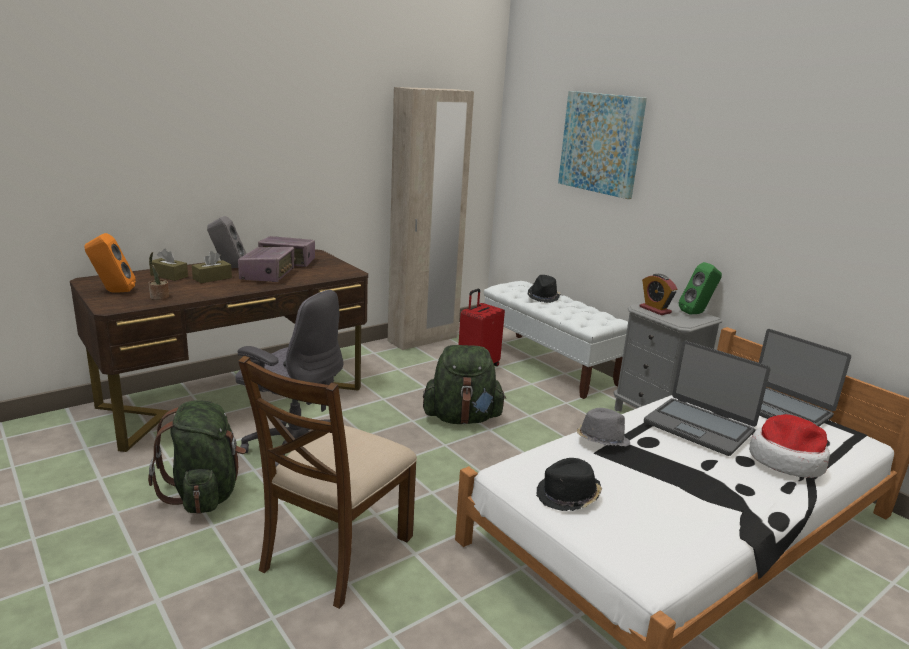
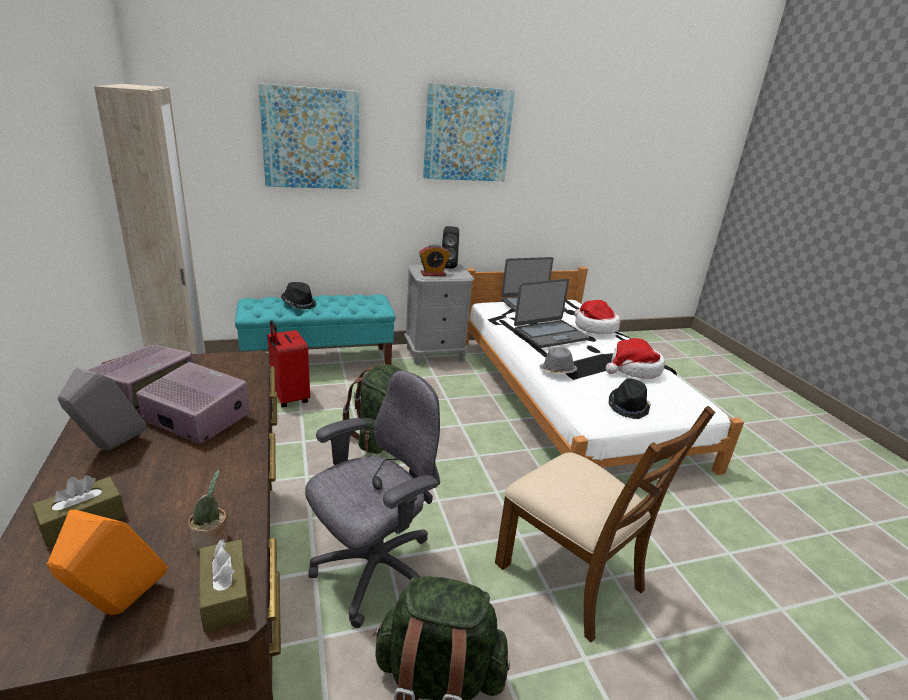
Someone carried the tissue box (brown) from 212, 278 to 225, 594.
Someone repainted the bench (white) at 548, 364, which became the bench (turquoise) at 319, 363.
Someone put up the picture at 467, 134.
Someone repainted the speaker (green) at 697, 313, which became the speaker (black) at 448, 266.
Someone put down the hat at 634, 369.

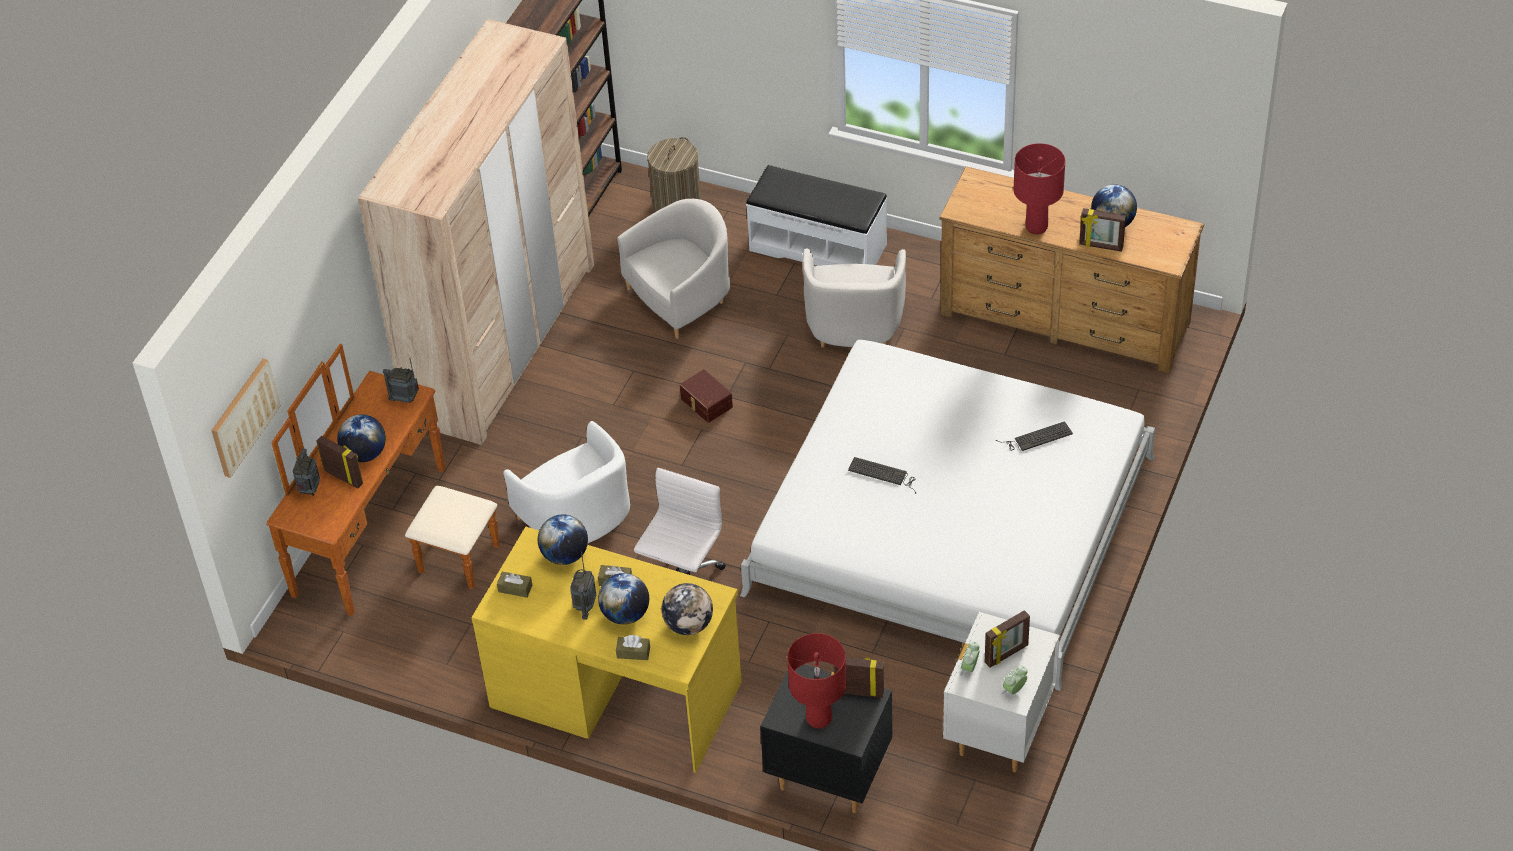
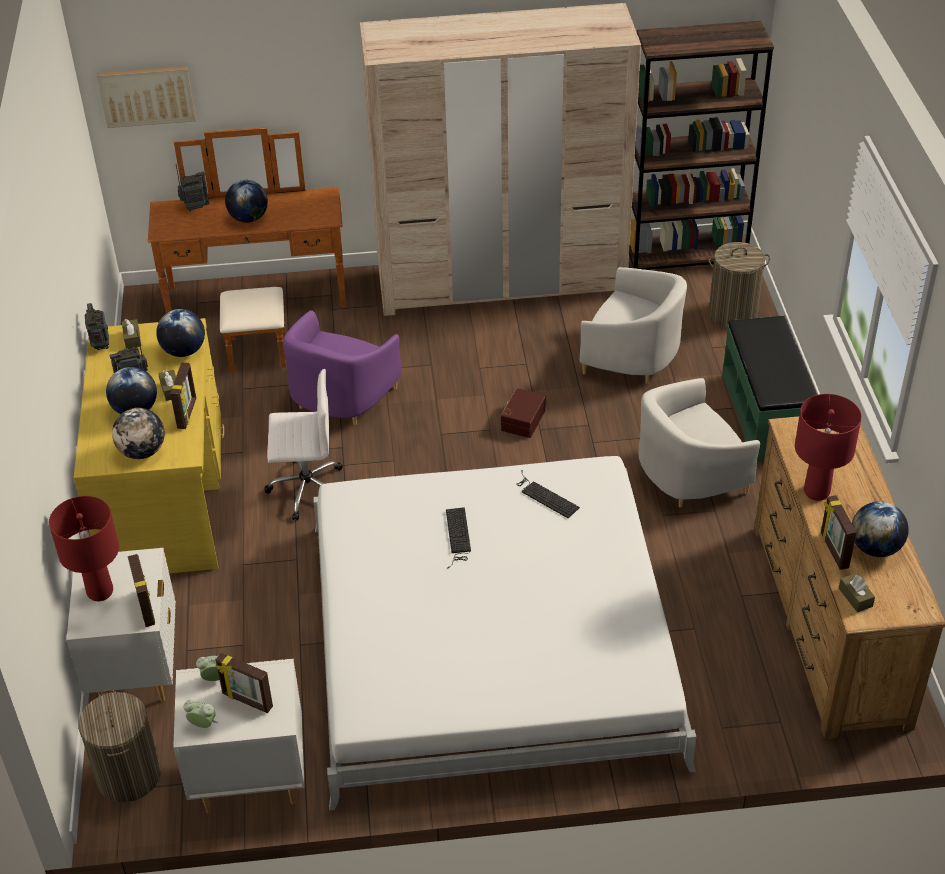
Someone repainted the nightstand (black) at 829, 777, which became the nightstand (white) at 137, 671.
Someone put down the laundry basket at 128, 775.
Someone carried the radio from 405, 399 to 101, 345.
Someone carried the picture frame from 344, 477 to 187, 413.
Someone repainted the armchair (white) at 578, 518, which became the armchair (purple) at 341, 398.
Someone carried the keyboard from 1036, 438 to 545, 496.
Someone repainted the bench (white) at 818, 247, which became the bench (green) at 766, 415.
Someone carried the tissue box (brown) from 633, 652 to 855, 597.

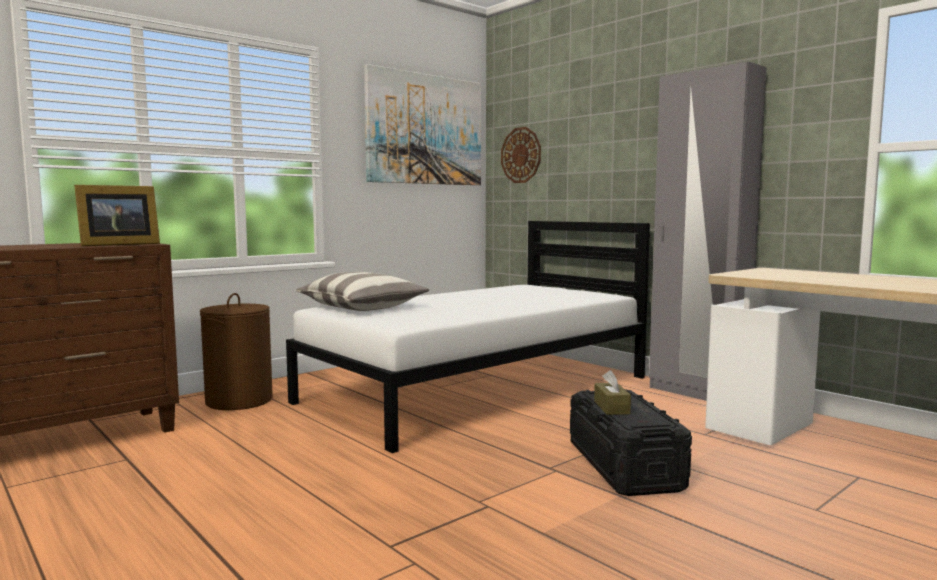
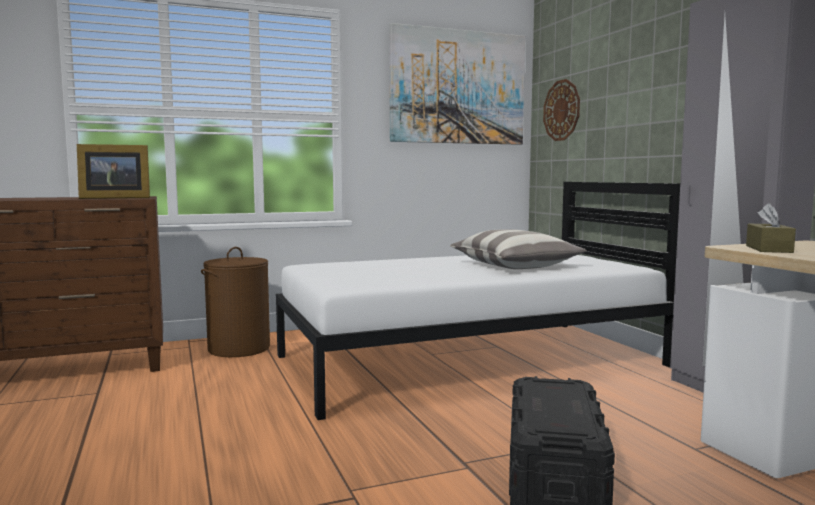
Someone carried the pillow from 362, 308 to 514, 266.
Someone carried the tissue box (brown) from 611, 407 to 768, 249.

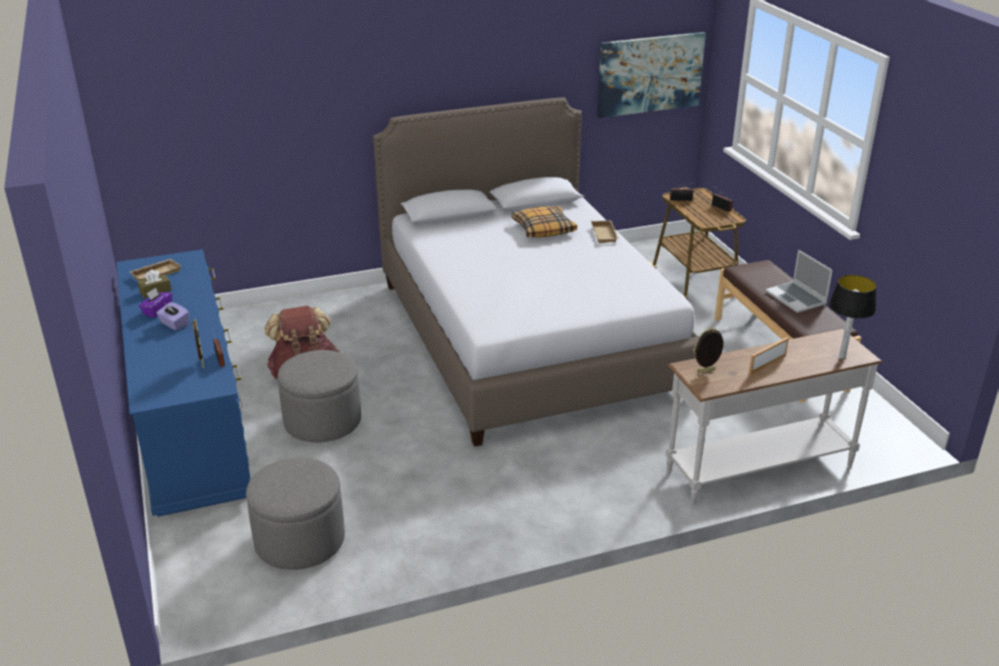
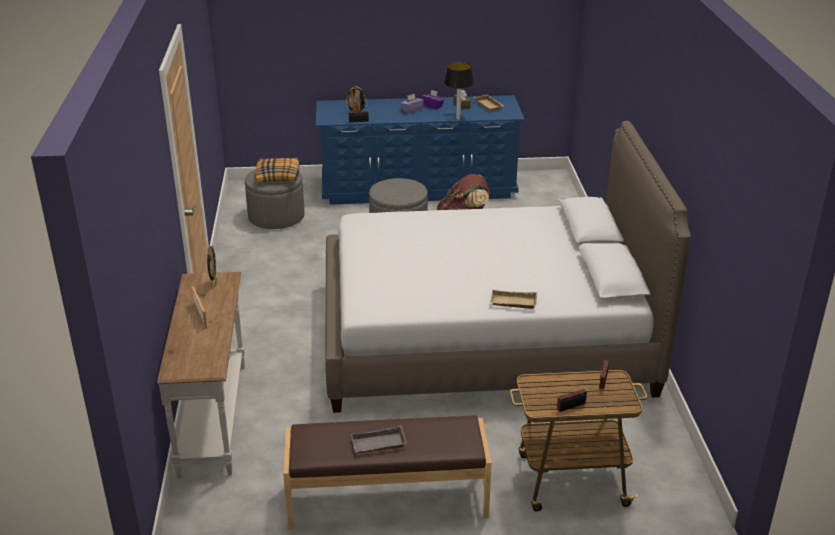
Someone carried the pillow from 543, 229 to 278, 176.
Someone swapped the laptop at 796, 298 for the tray (grey) at 378, 445.
Someone carried the table lamp from 842, 357 to 458, 118.
Someone took away the picture at 650, 74.

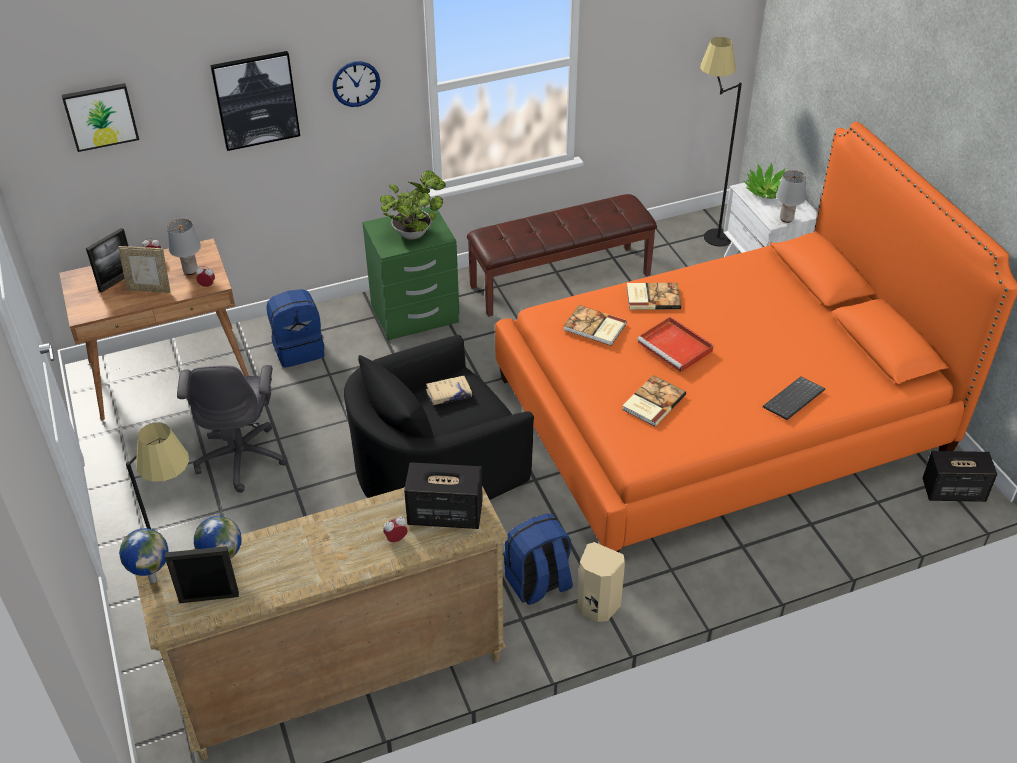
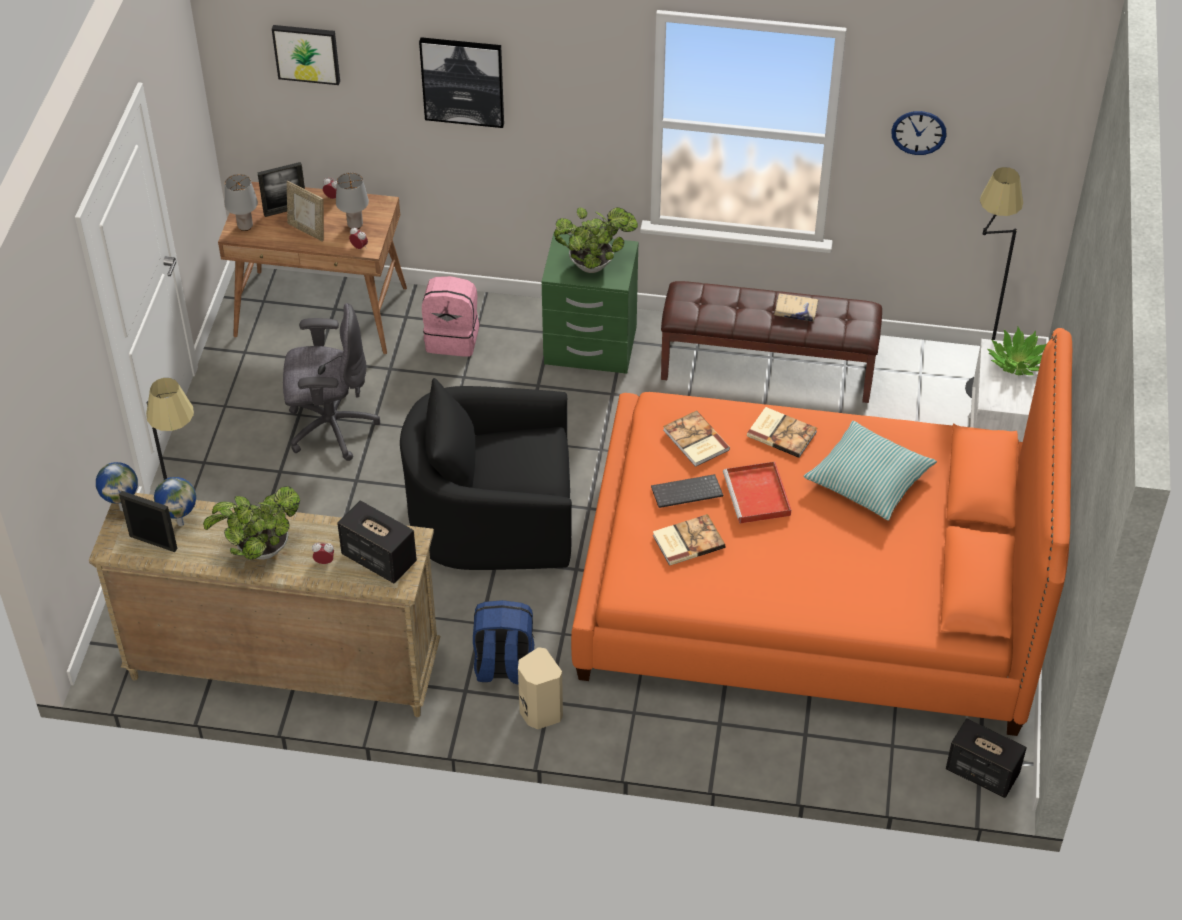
Someone put down the potted plant at 260, 550.
Someone carried the table lamp (grey) from 786, 219 to 245, 226.
Someone rotated the office chair (grey) at 242, 457 by 120 degrees counterclockwise.
Someone repainted the backpack (blue) at 299, 349, which became the backpack (pink) at 453, 338.
Someone carried the keyboard from 794, 400 to 686, 493.
Someone carried the book (beige) from 449, 394 to 795, 311.
Someone put down the pillow at 868, 479.
Someone carried the wall clock from 356, 83 to 918, 132.

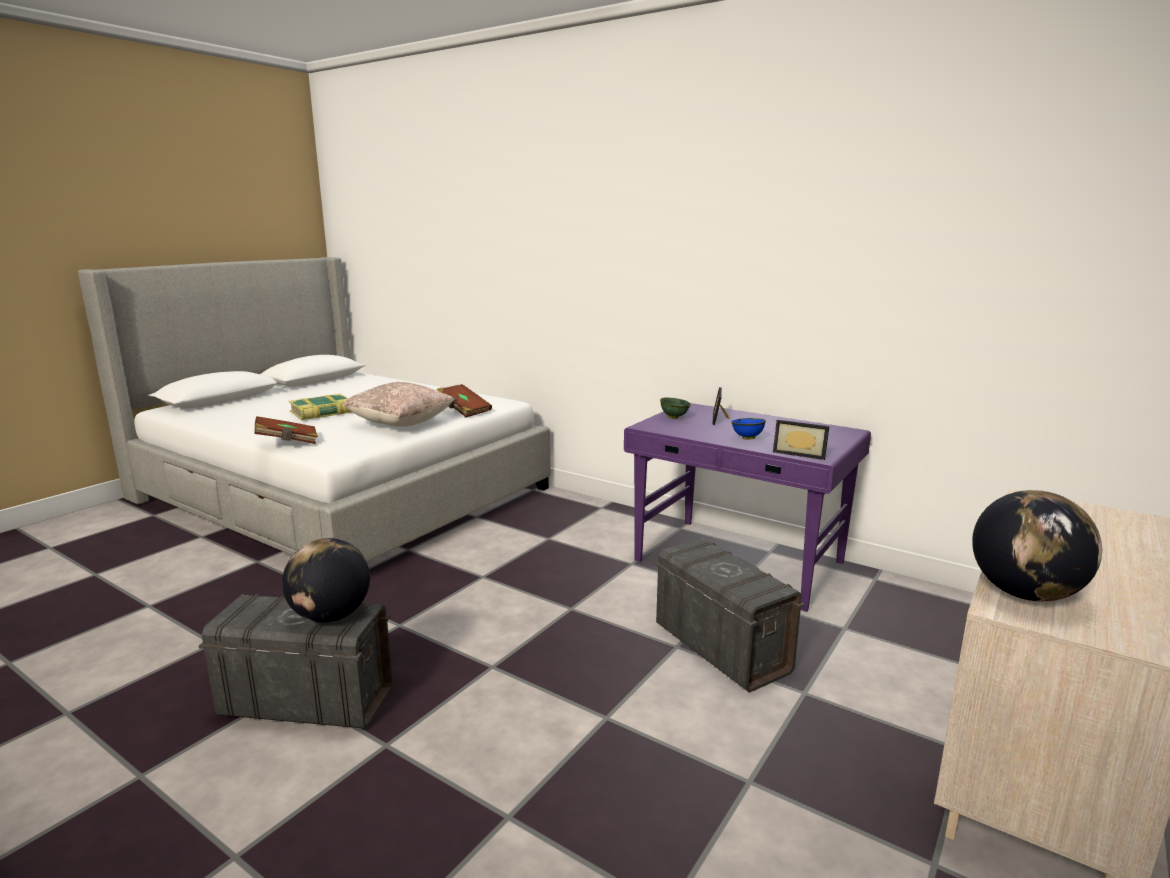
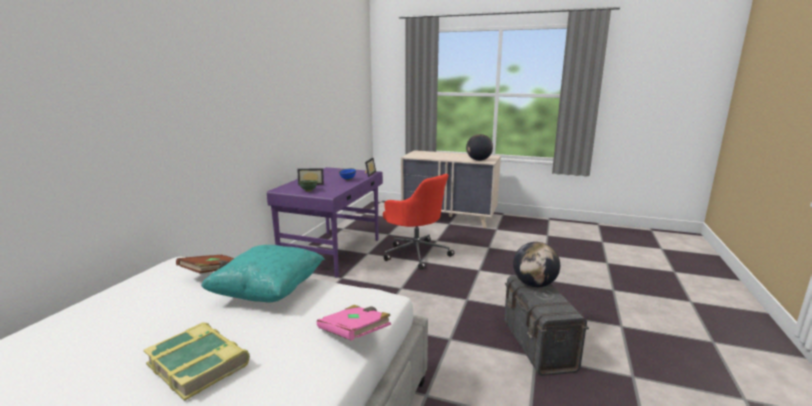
Someone repainted the pillow (beige) at 401, 424, which became the pillow (turquoise) at 268, 293.
Someone repainted the book (brown) at 287, 442, which became the book (pink) at 354, 334.
Someone swapped the storage box (grey) at 721, 647 for the office chair (red) at 416, 253.

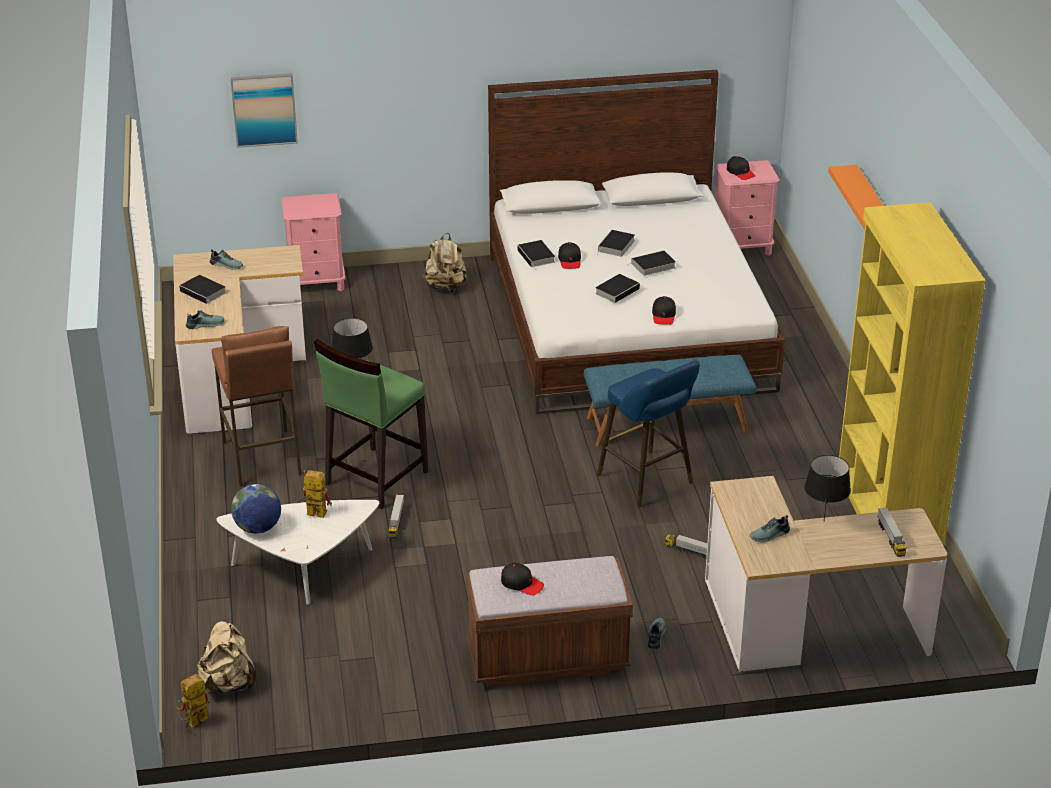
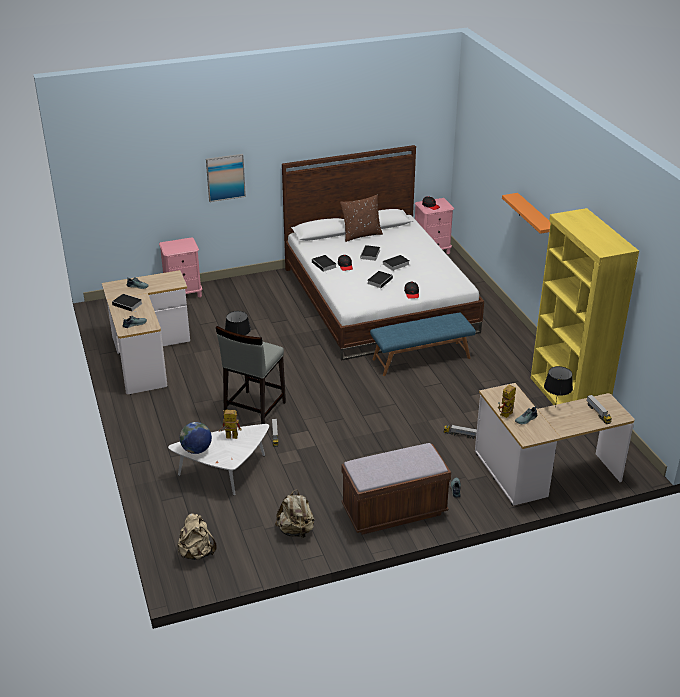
Someone carried the picture from 264, 109 to 225, 177.
Someone repainted the stool (green) at 375, 478, which became the stool (grey) at 254, 410.
Someone carried the backpack (beige) from 446, 287 to 296, 530.
Someone put down the pillow (brown) at 361, 235.
Someone carried the toy robot from 194, 723 to 505, 415.
Someone took away the stool (brown) at 262, 458.
Someone took away the cap (black) at 521, 584.
Someone took away the stool (blue) at 648, 481.

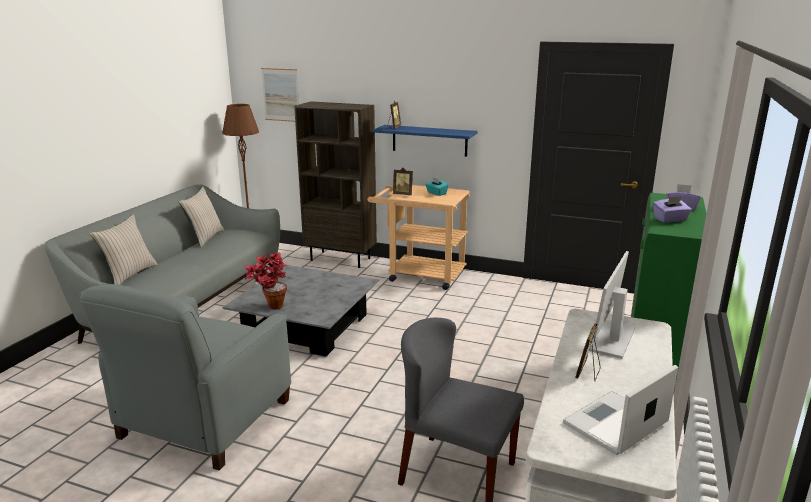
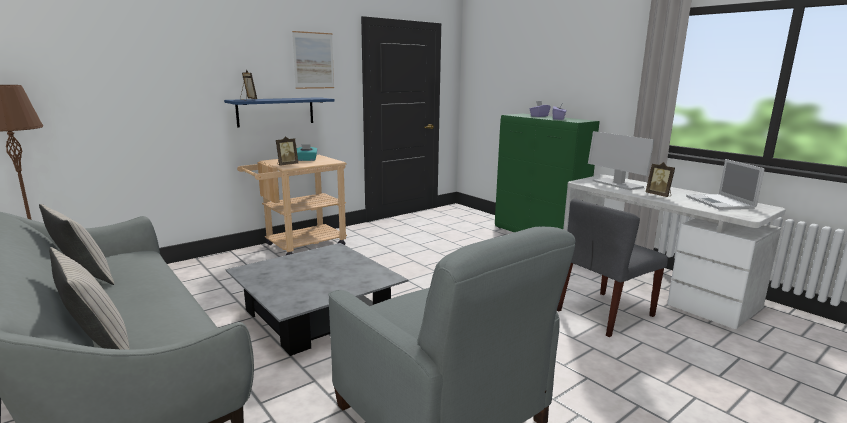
Someone carried the picture from 281, 95 to 313, 60.
Someone took away the potted plant at 270, 307.
Someone took away the bookcase (brown) at 341, 259.

